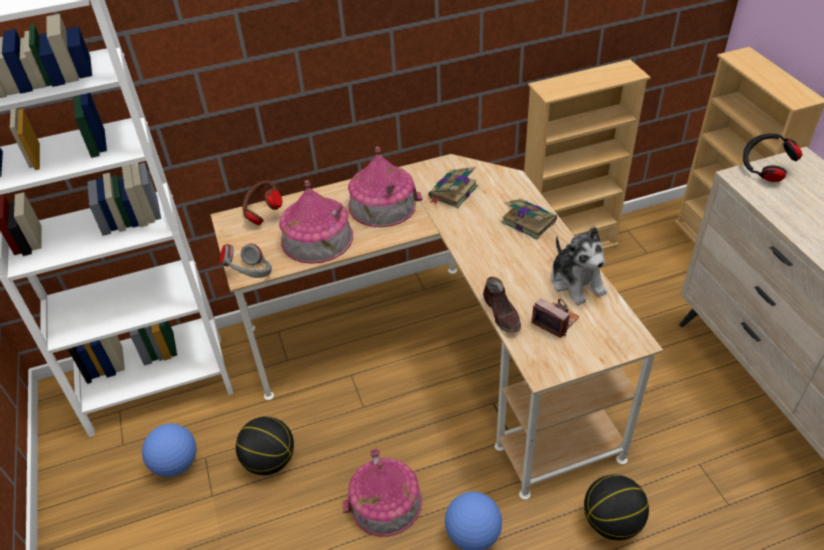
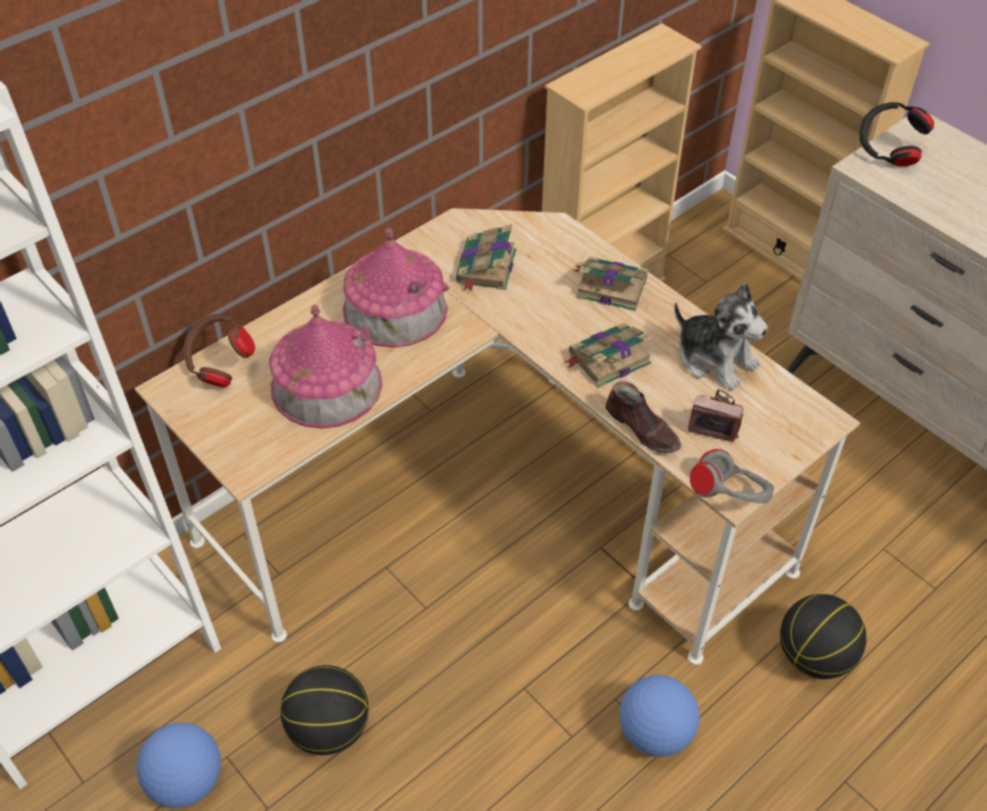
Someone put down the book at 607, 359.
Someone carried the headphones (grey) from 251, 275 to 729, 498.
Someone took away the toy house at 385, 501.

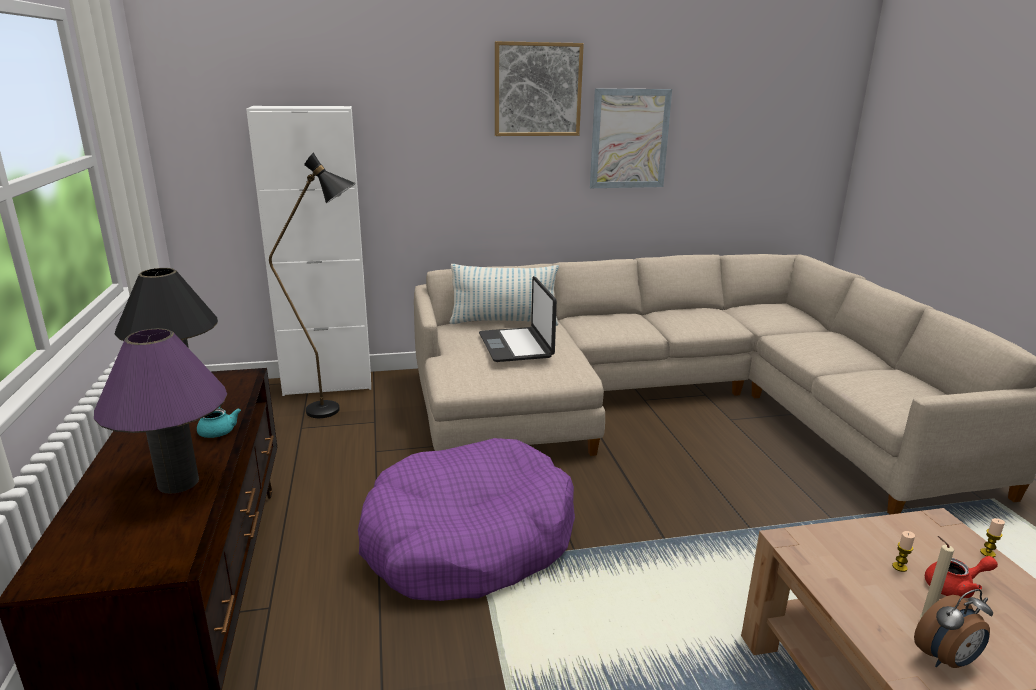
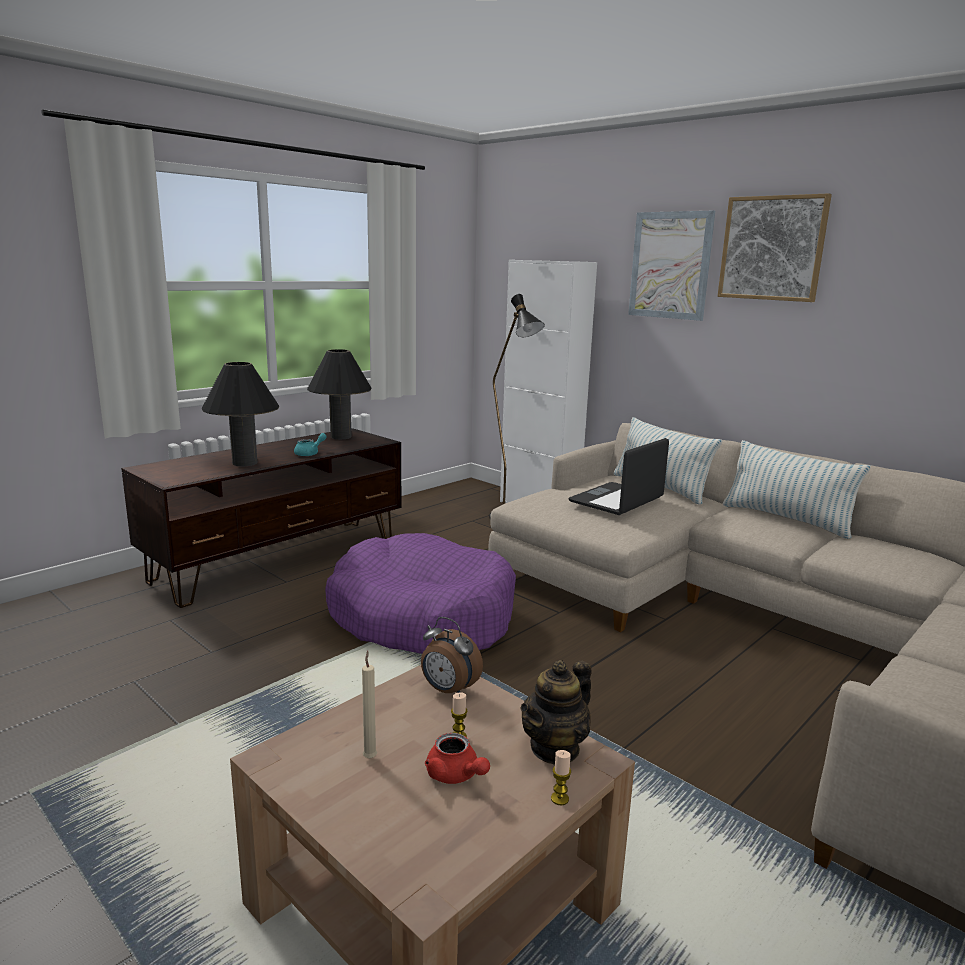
Someone repainted the table lamp (purple) at 178, 482, which became the table lamp (black) at 245, 463.
Someone carried the alarm clock from 946, 660 to 448, 690.
Someone put down the teapot at 555, 748.
Someone carried the picture from 629, 139 to 670, 265.
Someone put down the pillow at 786, 519.

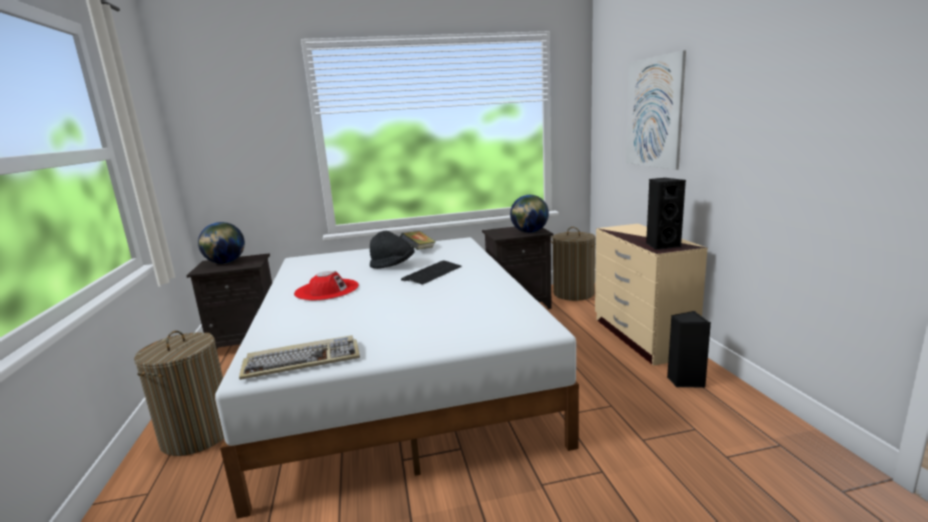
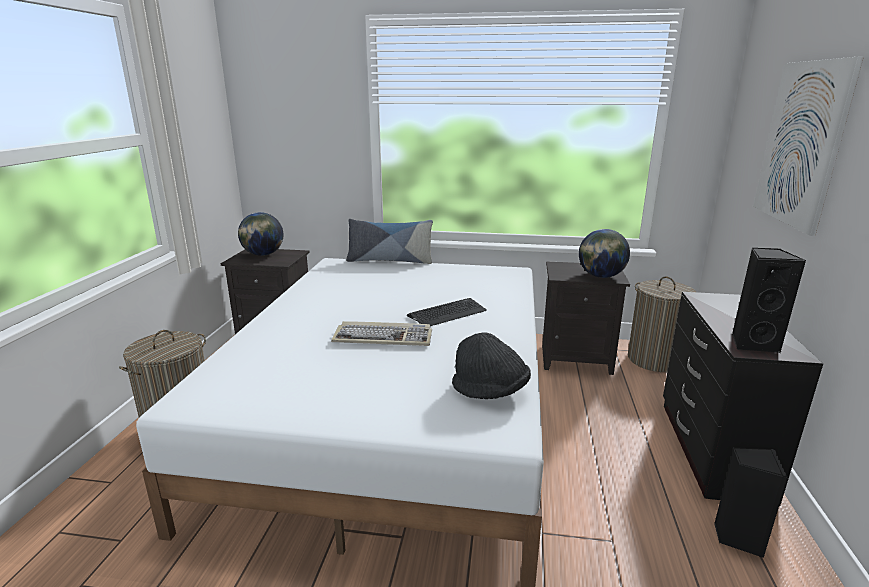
Someone carried the keyboard from 303, 360 to 384, 337.
Someone put down the pillow at 390, 260.
Someone carried the hat (black) from 393, 266 to 490, 391.
Someone repainted the dresser (beige) at 641, 337, which became the dresser (black) at 711, 450.
Someone took away the hat (red) at 327, 290.
Someone took away the book at 419, 250.

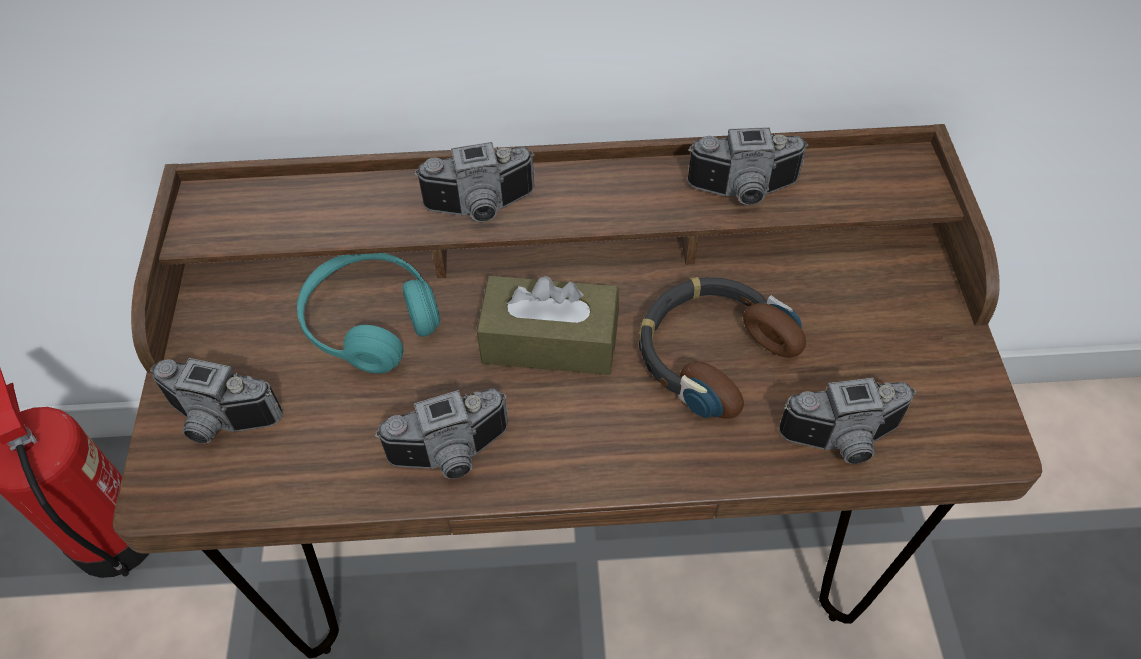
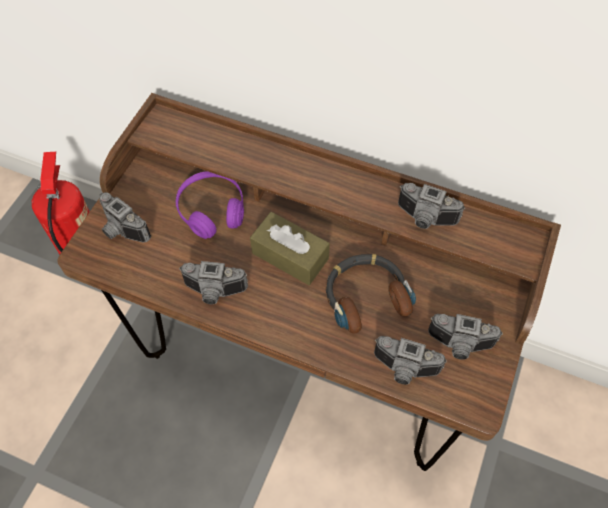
Someone repainted the headphones (turquoise) at 371, 322, which became the headphones (purple) at 212, 210.
Someone carried the photo camera from 481, 209 to 459, 346.

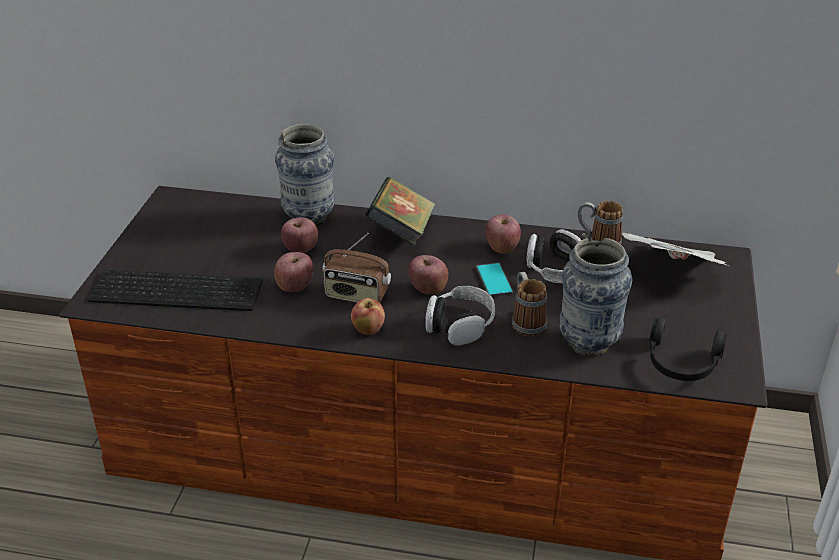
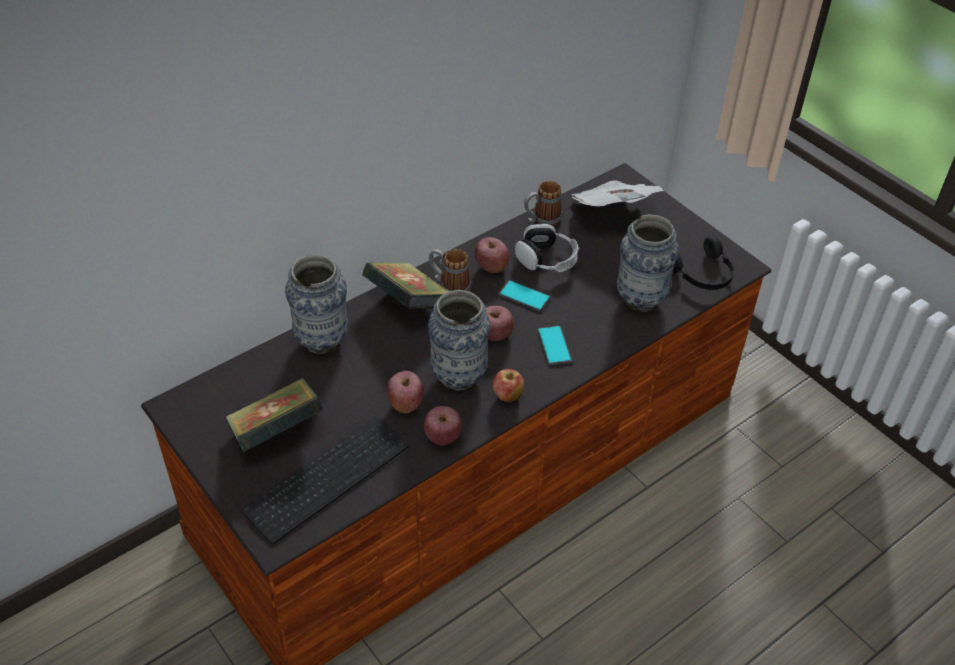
Someone put down the book at 277, 432.
Someone carried the apple from 301, 249 to 443, 437.
Someone swapped the radio at 356, 295 for the vase at 458, 377.
Someone carried the mug from 526, 321 to 449, 285.
Someone swapped the headphones at 460, 325 for the phone at 554, 346.

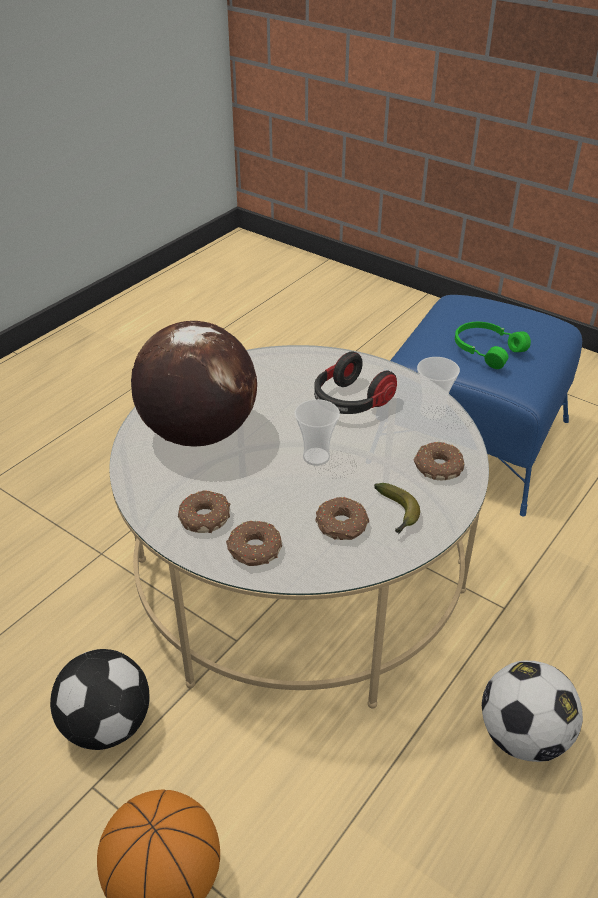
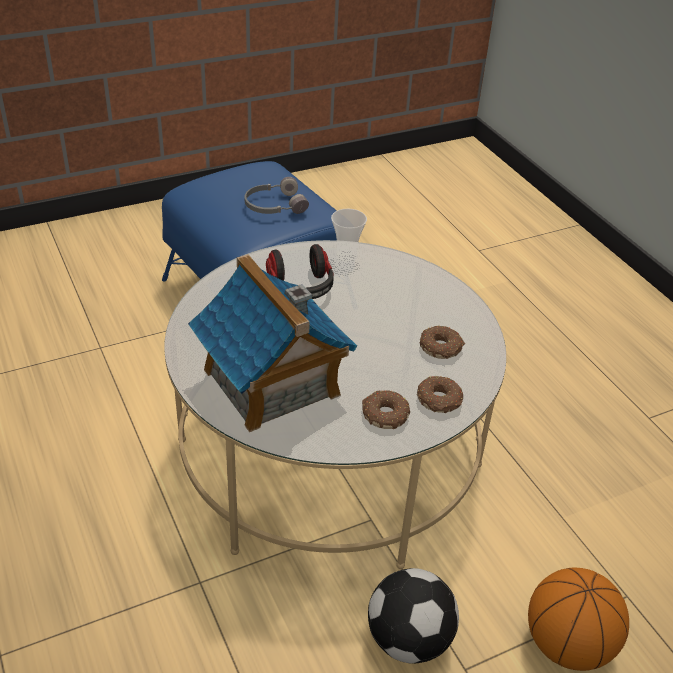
Someone swapped the globe at 198, 433 for the toy house at 271, 383.
Someone repainted the headphones (green) at 487, 350, which became the headphones (grey) at 274, 205.
Someone took away the cup at 316, 457.
Someone took away the banana at 397, 514.
Someone took away the donut at 437, 467.
Someone took away the football at 523, 736.

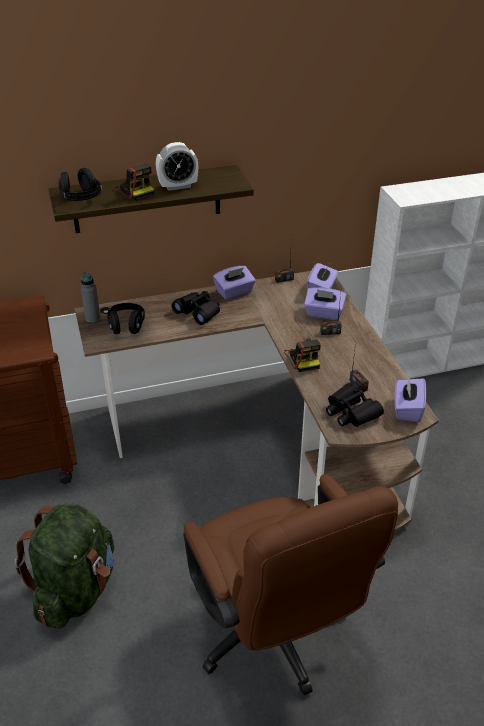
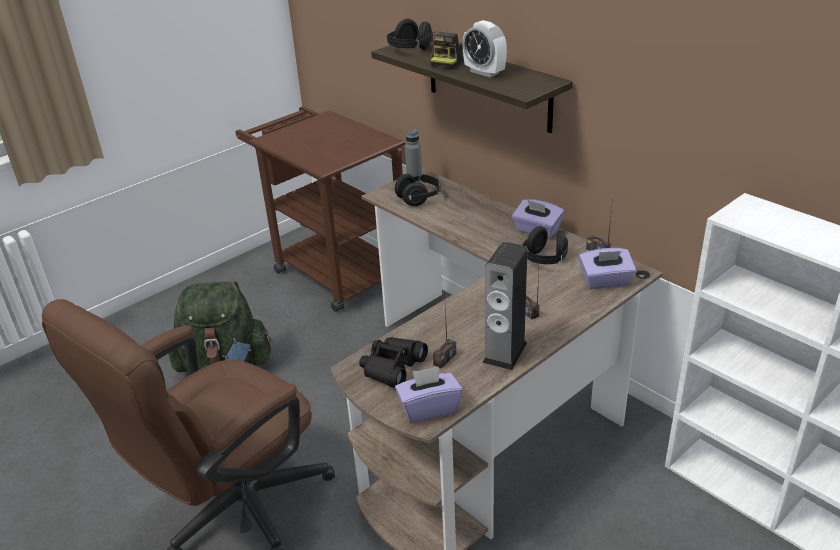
Someone put down the speaker at 505, 352.
Someone put down the headphones (black) at 544, 260.
Someone took away the binoculars (black) at 198, 312.
Someone took away the photo camera at 303, 358.
Someone took away the tissue box (purple) at 323, 313.

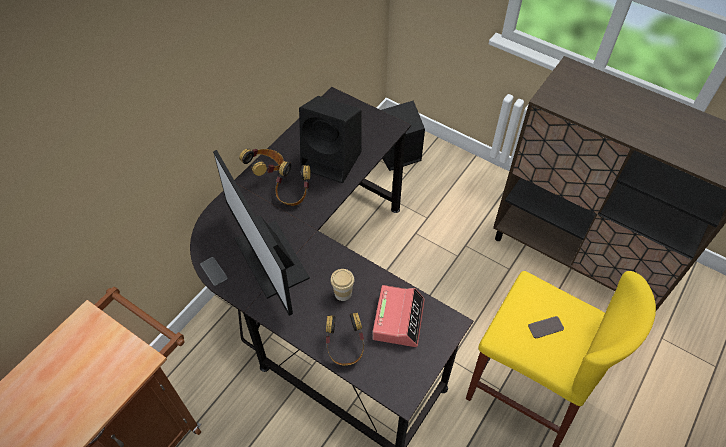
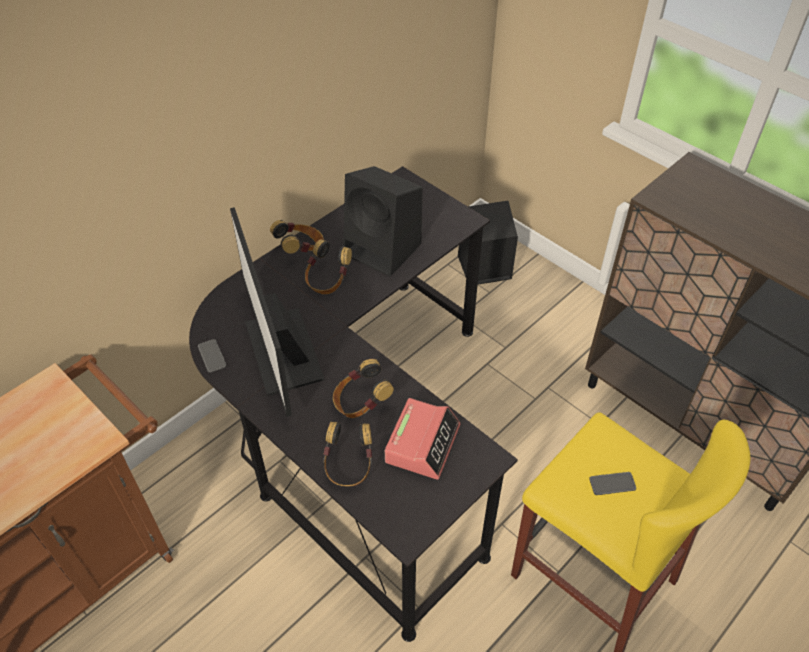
Someone swapped the cup at 343, 293 for the headphones at 361, 403.

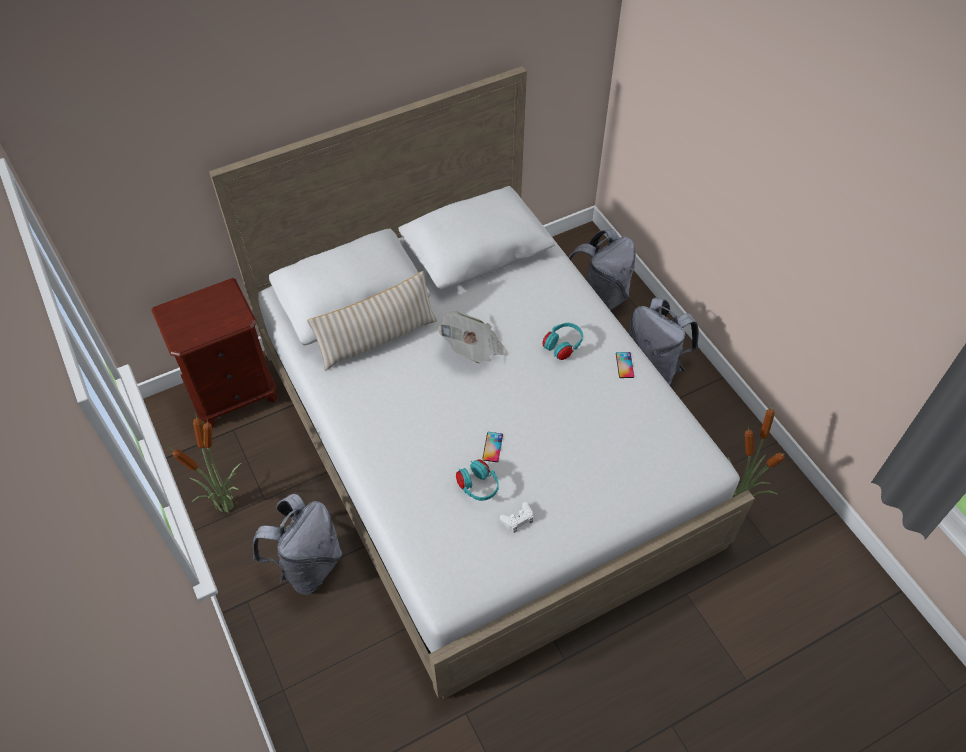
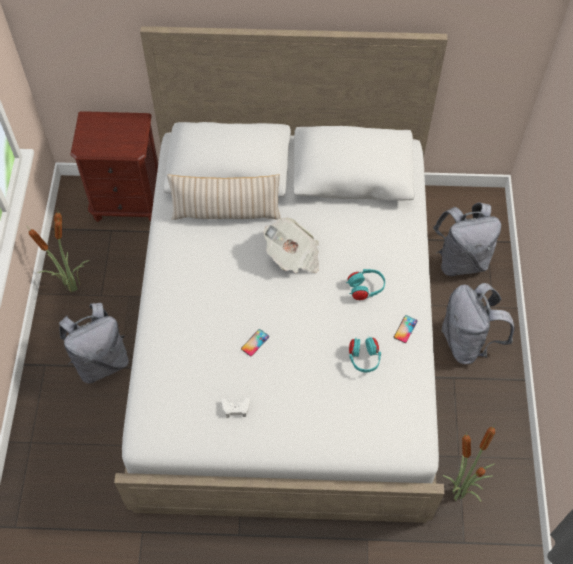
Someone carried the headphones (turquoise) from 478, 486 to 364, 358.

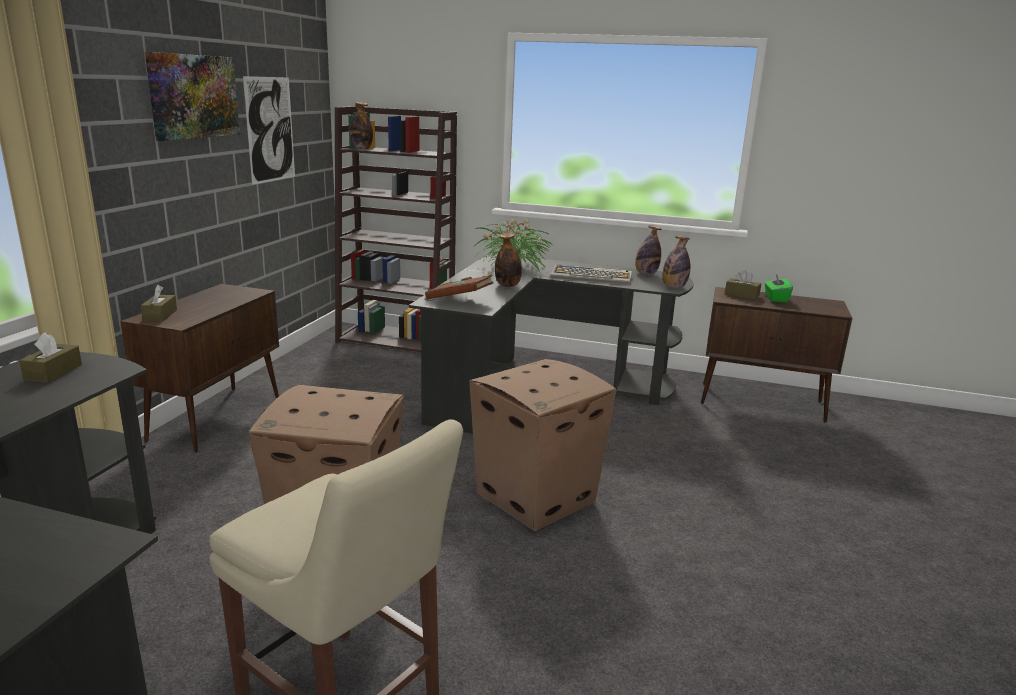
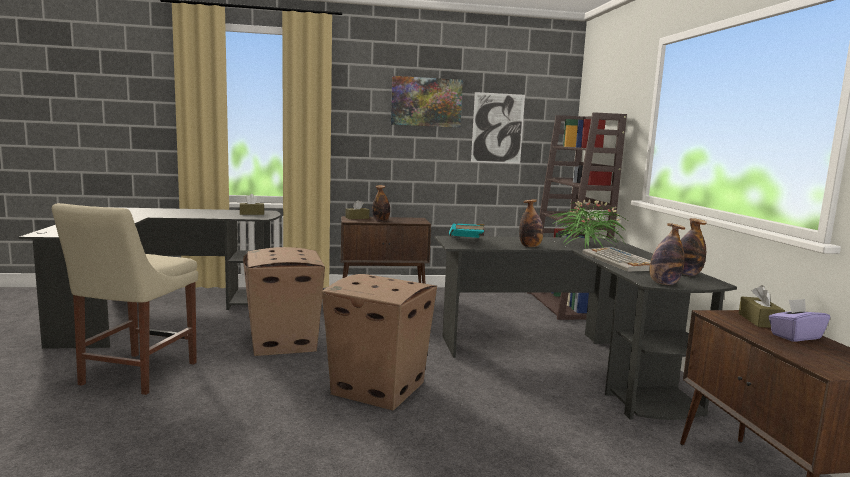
Someone carried the bottle from 361, 149 to 381, 220.
Someone repainted the book (brown) at 459, 299, which became the book (turquoise) at 466, 241.
Someone repainted the tissue box (green) at 775, 298, which became the tissue box (purple) at 795, 336.

